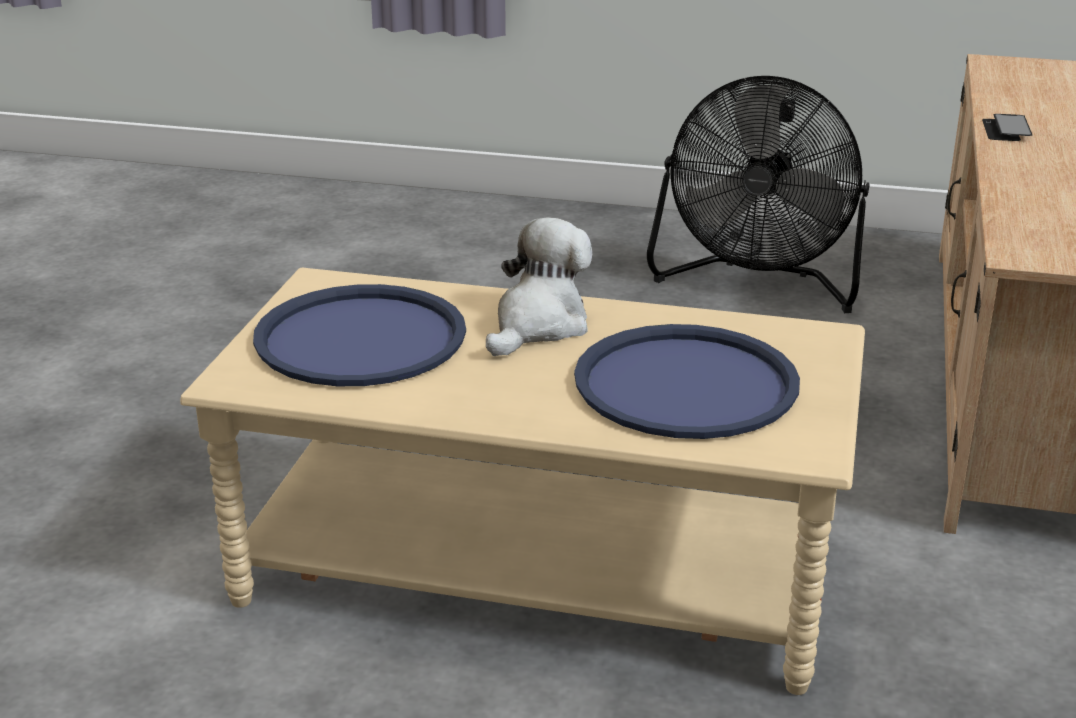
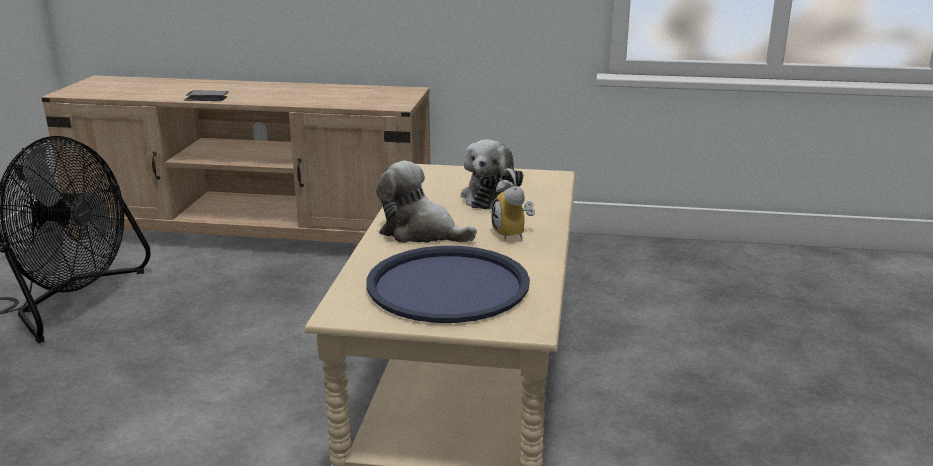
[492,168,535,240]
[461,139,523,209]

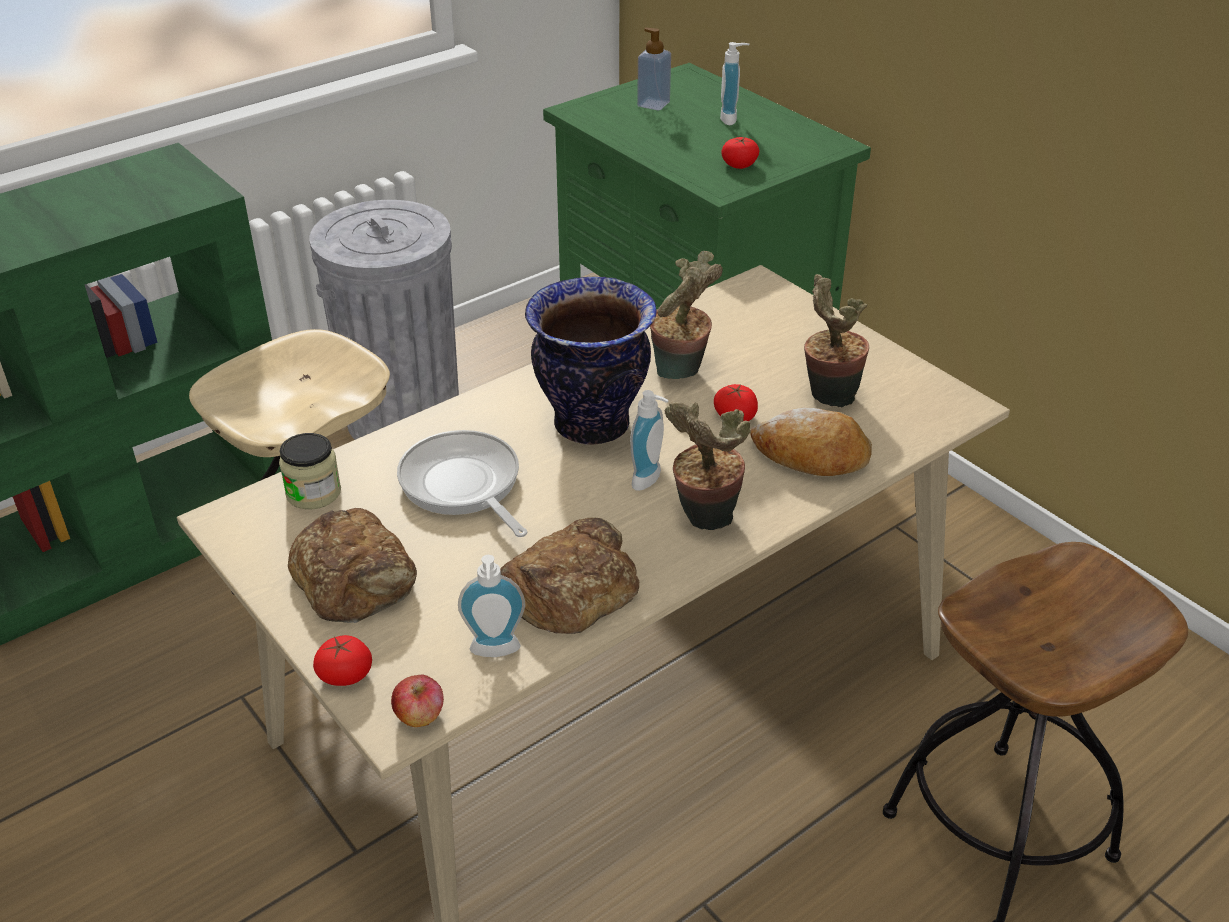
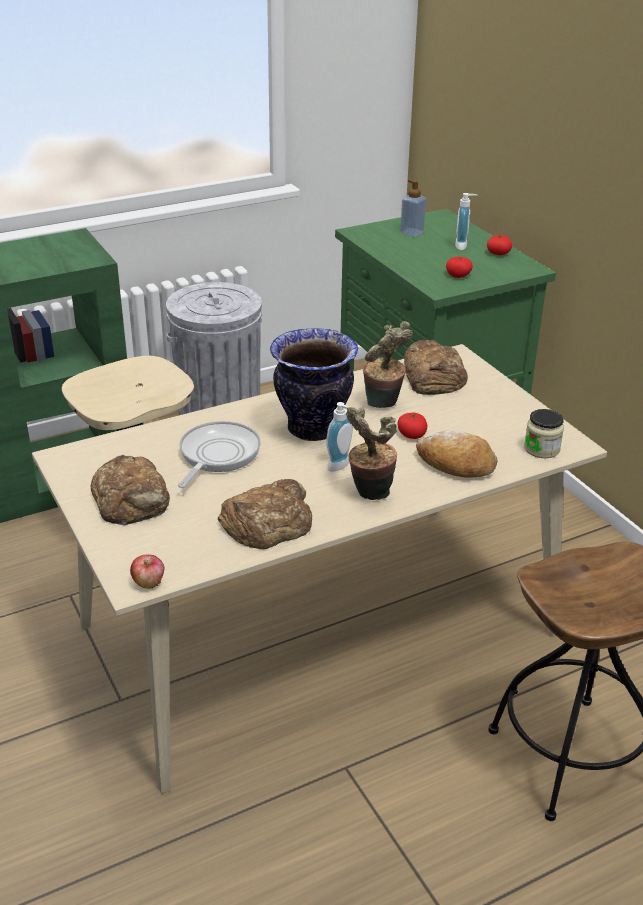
[458,555,525,657] (first image)
[804,274,869,407] (first image)
[404,340,468,395]
[524,409,564,458]
[487,235,512,255]
[178,421,261,488]

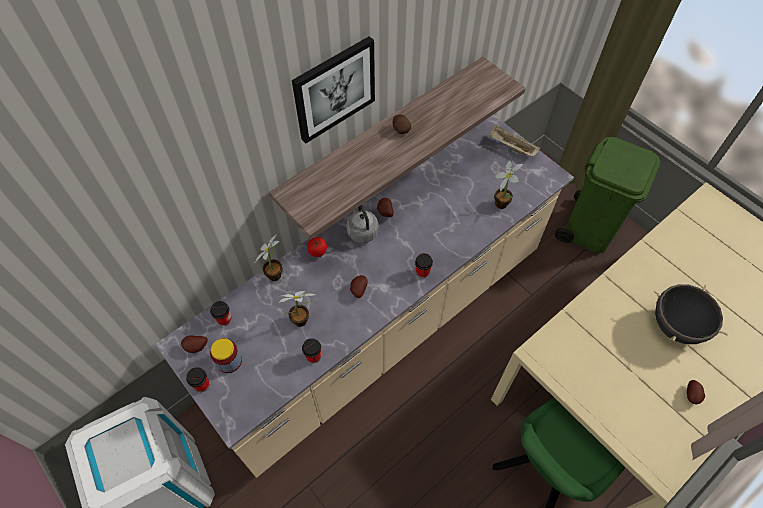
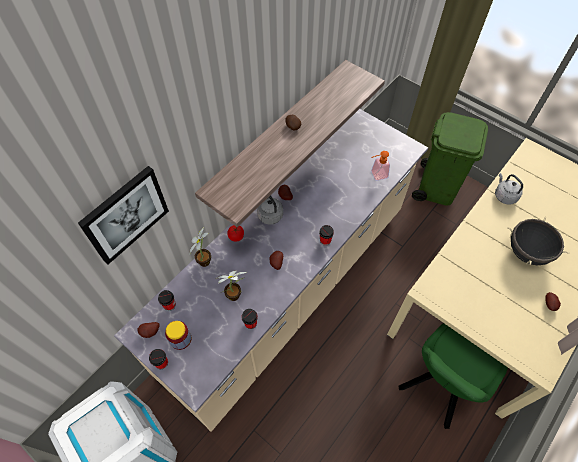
[490,125,540,156] (first image)
[495,173,523,205]
[78,166,169,264]
[371,151,390,181]

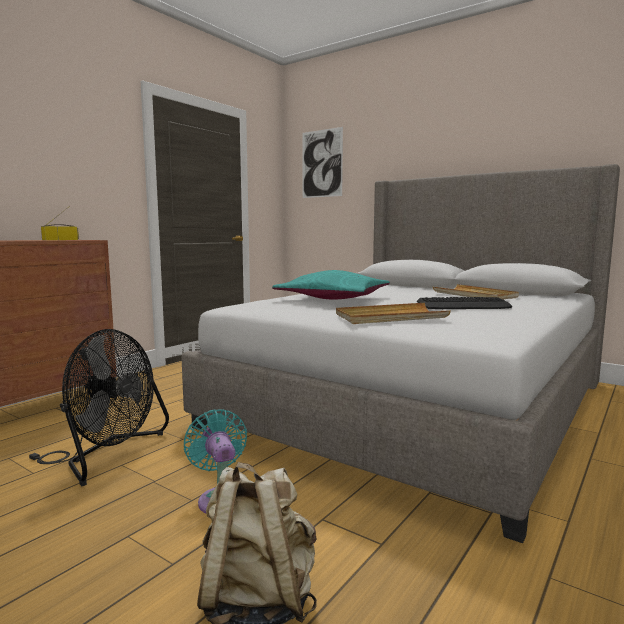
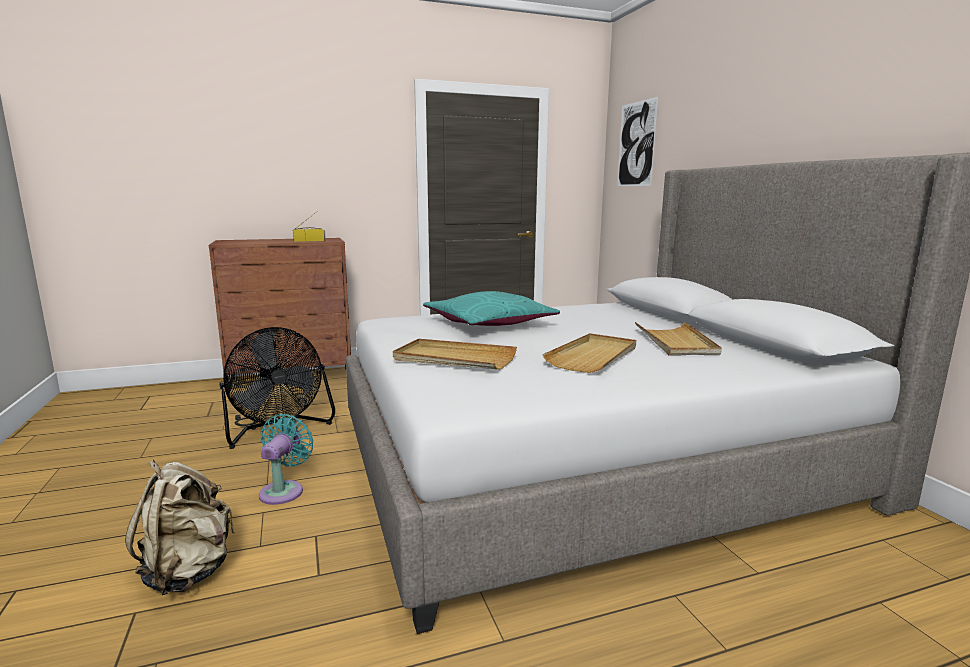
[542,333,636,373]

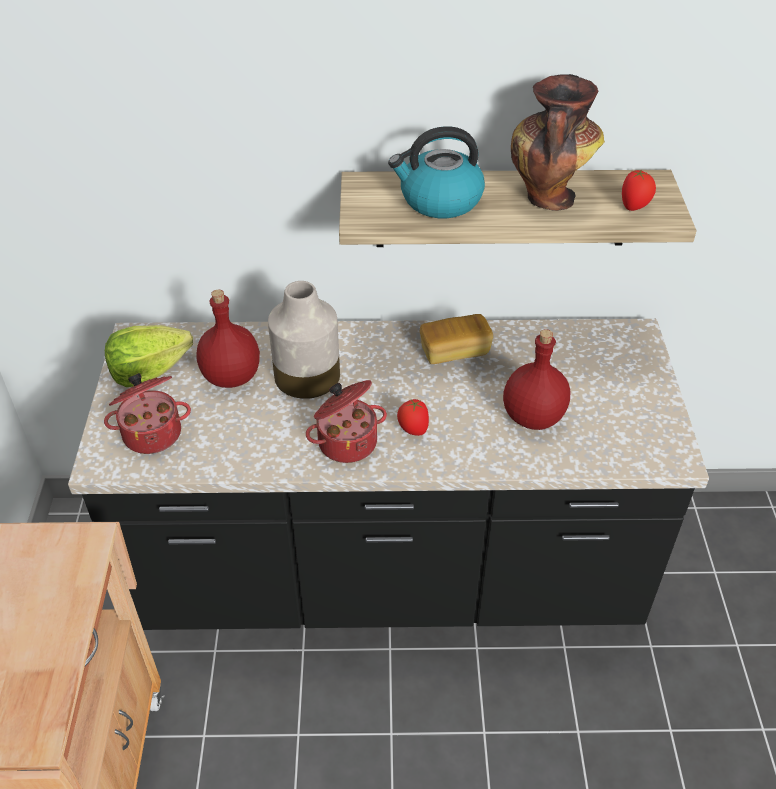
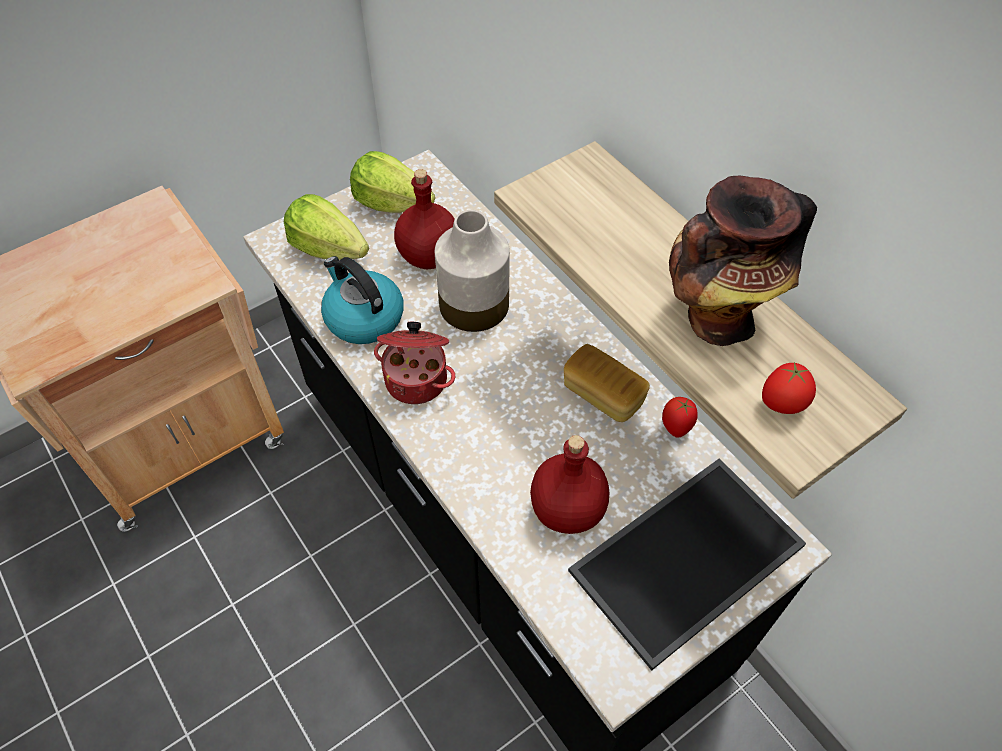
[568,458,806,671]
[321,256,404,344]
[662,397,698,438]
[284,194,369,260]

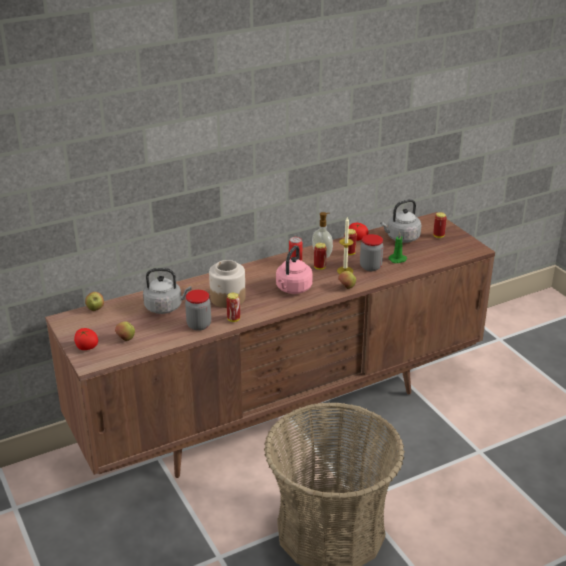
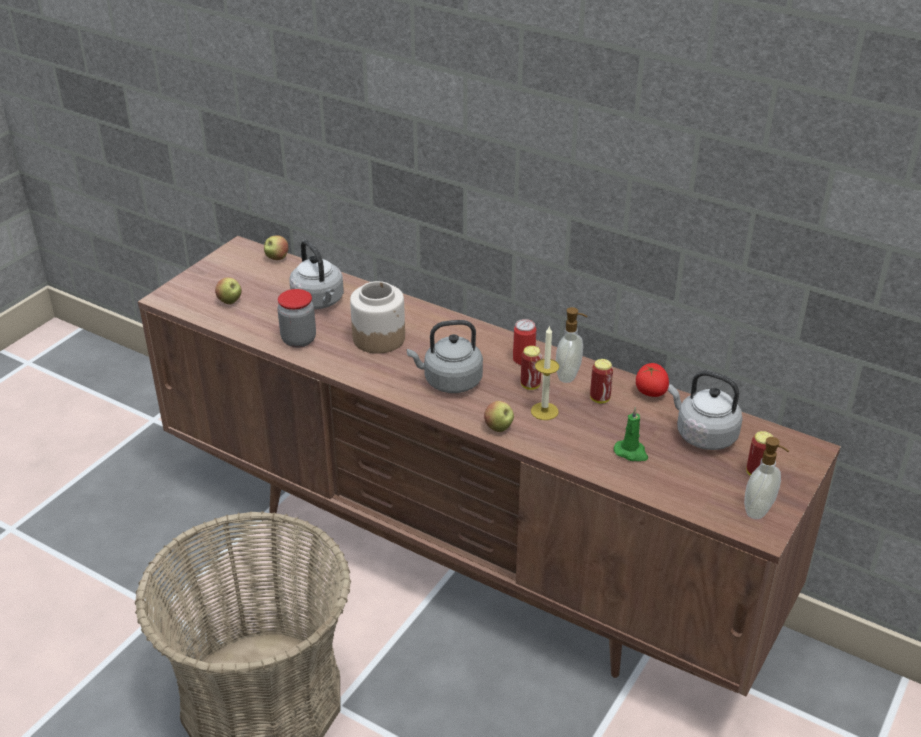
[74,328,98,350] (first image)
[227,293,240,322] (first image)
[360,234,384,271] (first image)
[744,437,789,519]
[407,320,483,393]

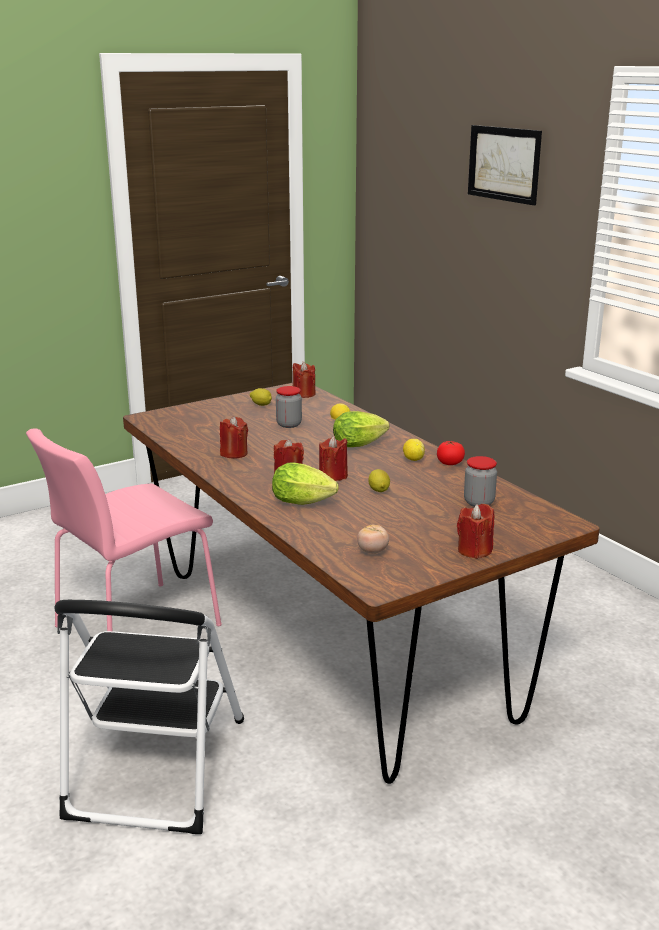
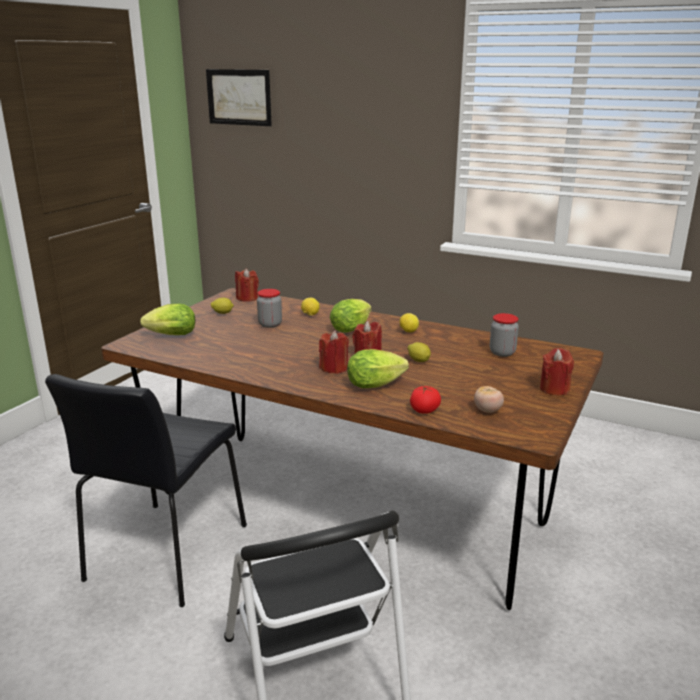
[220,416,248,458] (first image)
[140,304,195,335]
[410,386,441,414]
[206,69,272,126]
[45,374,247,607]

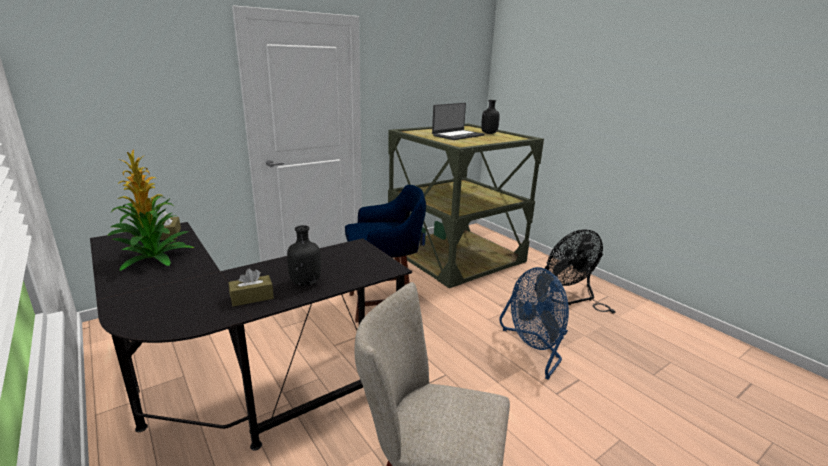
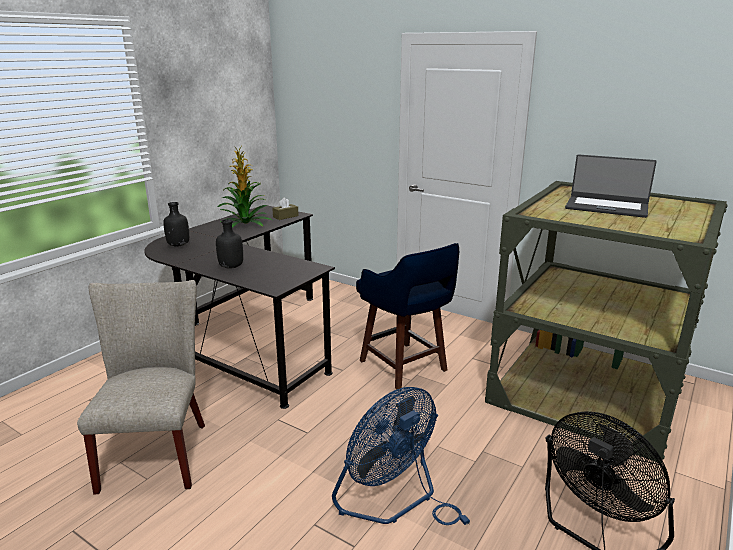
[229,269,274,306] (first image)
[164,202,189,247]

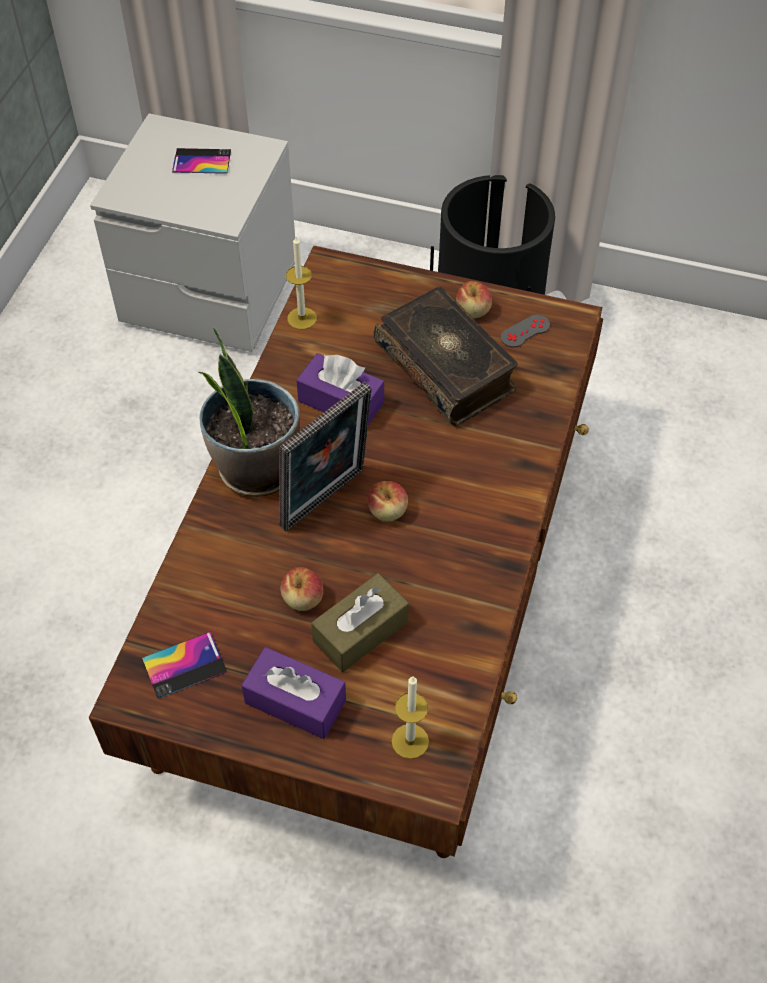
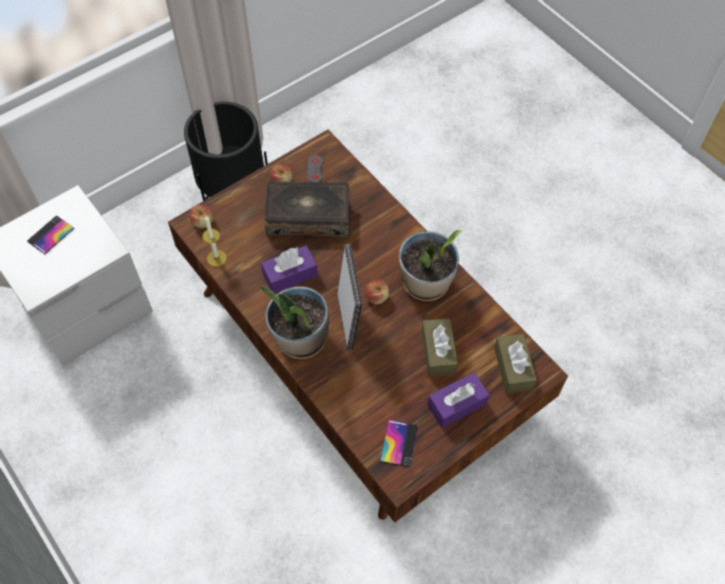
[399,230,462,301]
[189,205,213,228]
[494,334,537,394]

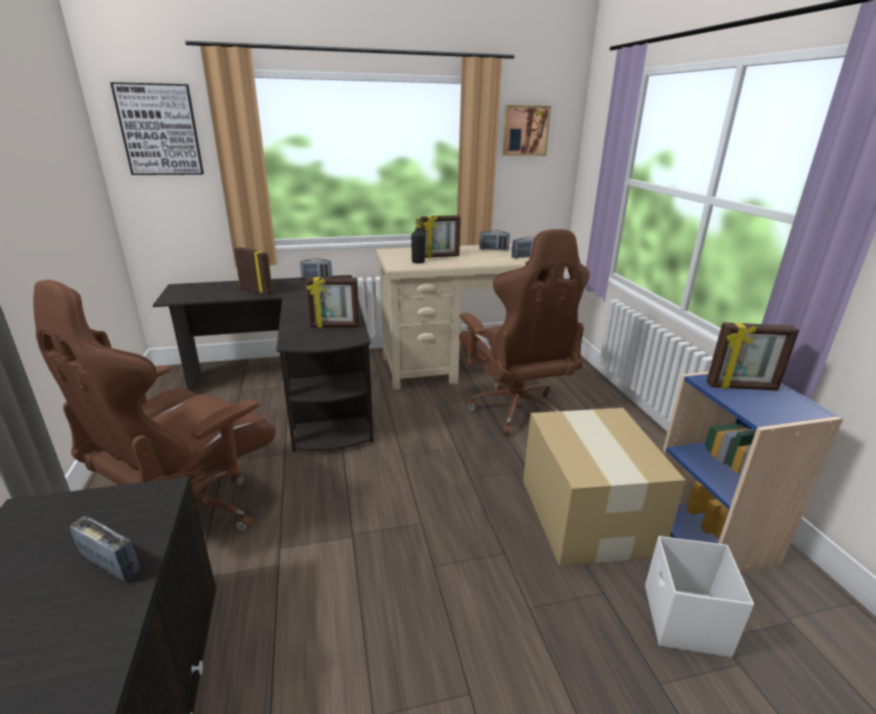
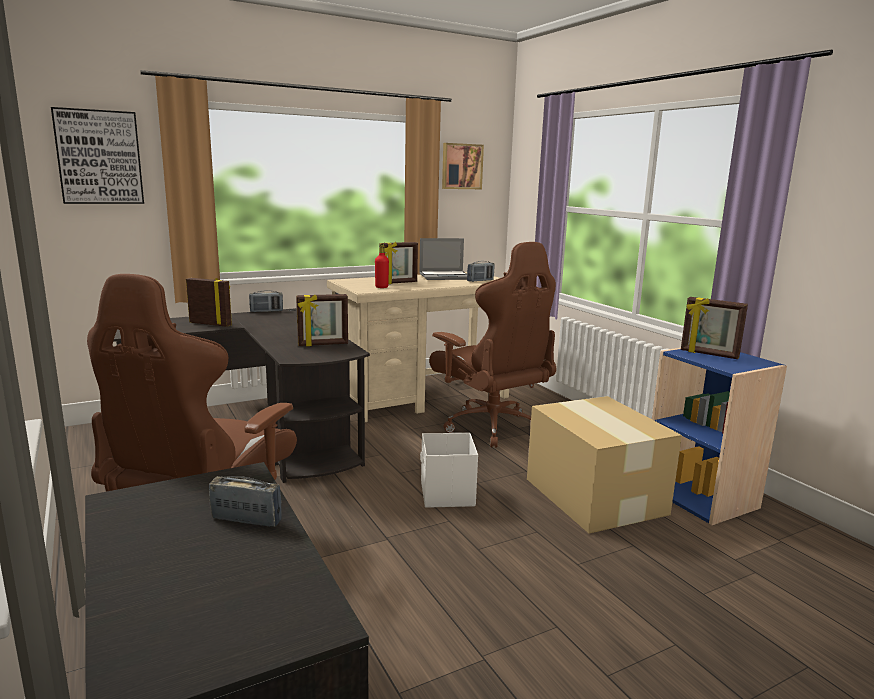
[420,433,478,508]
[419,238,467,280]
[375,243,389,288]
[681,297,748,359]

